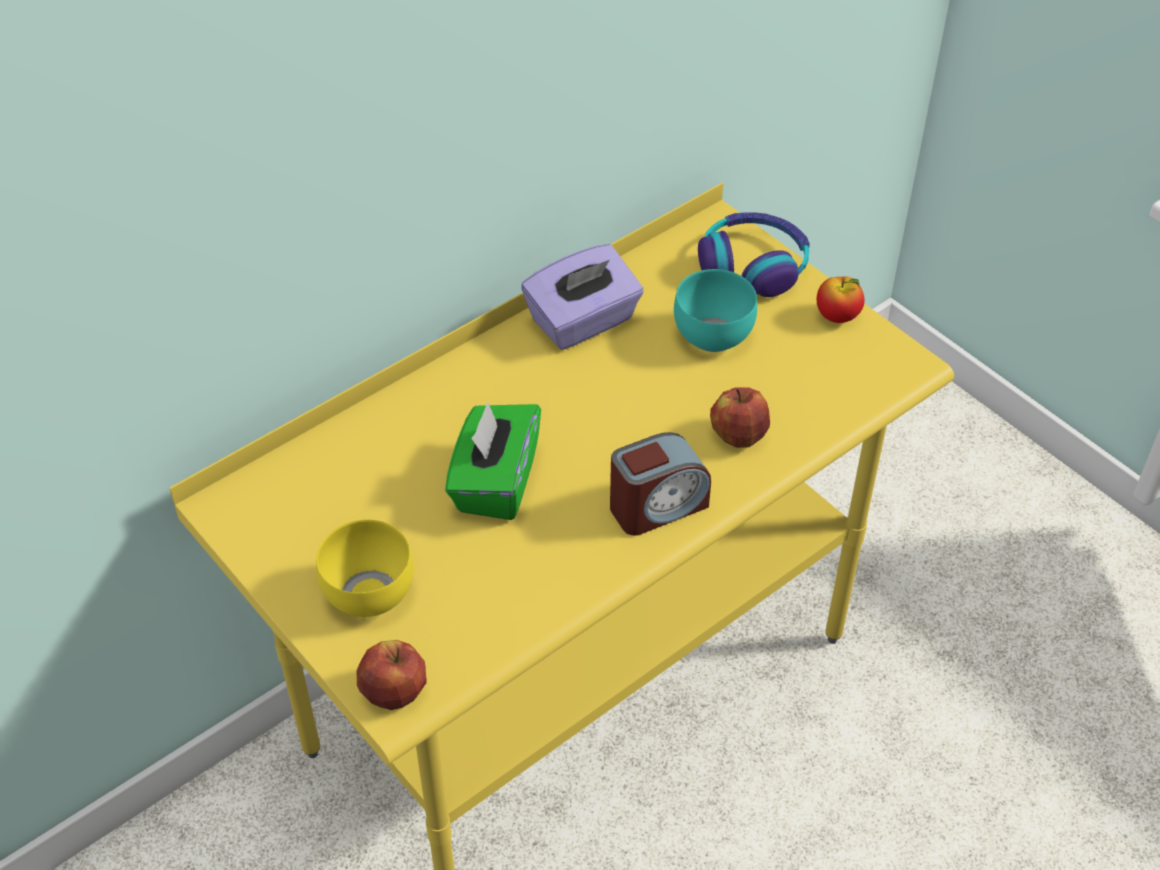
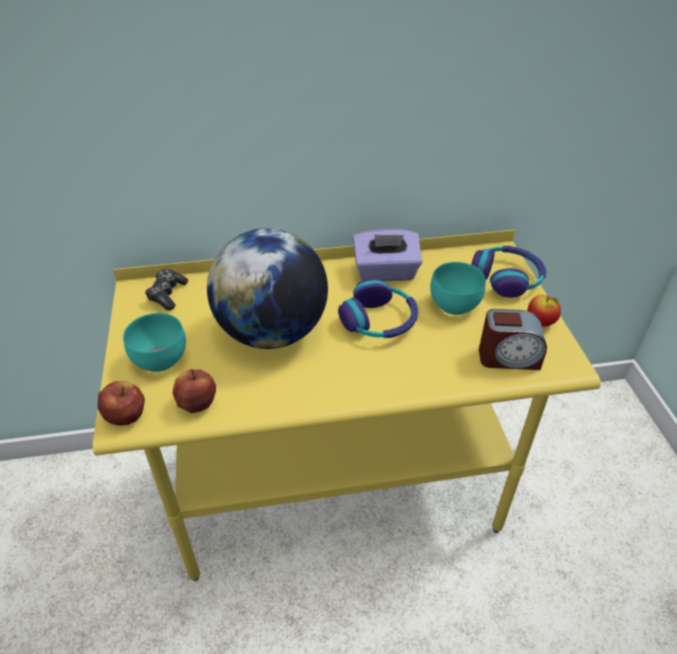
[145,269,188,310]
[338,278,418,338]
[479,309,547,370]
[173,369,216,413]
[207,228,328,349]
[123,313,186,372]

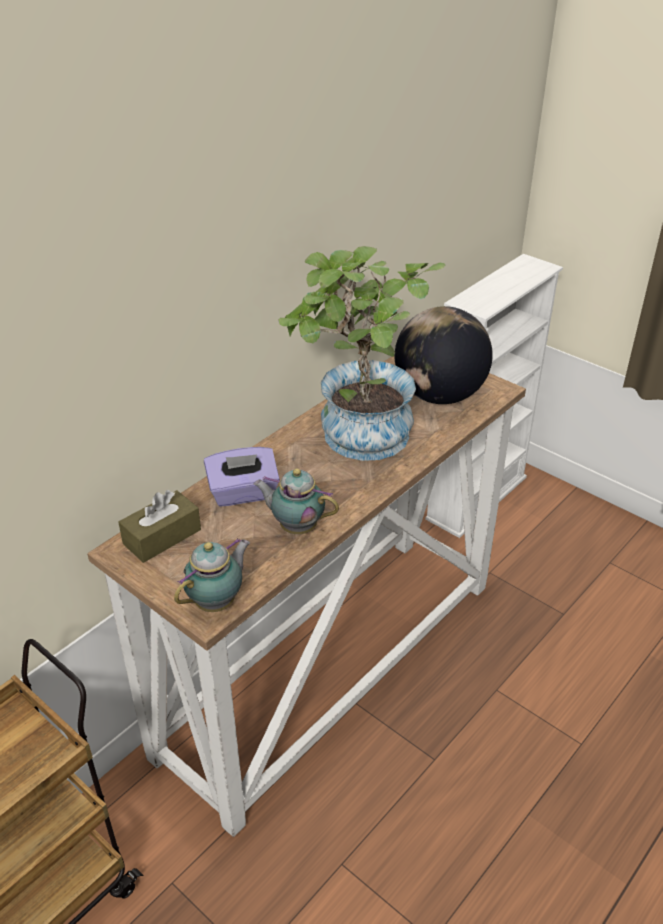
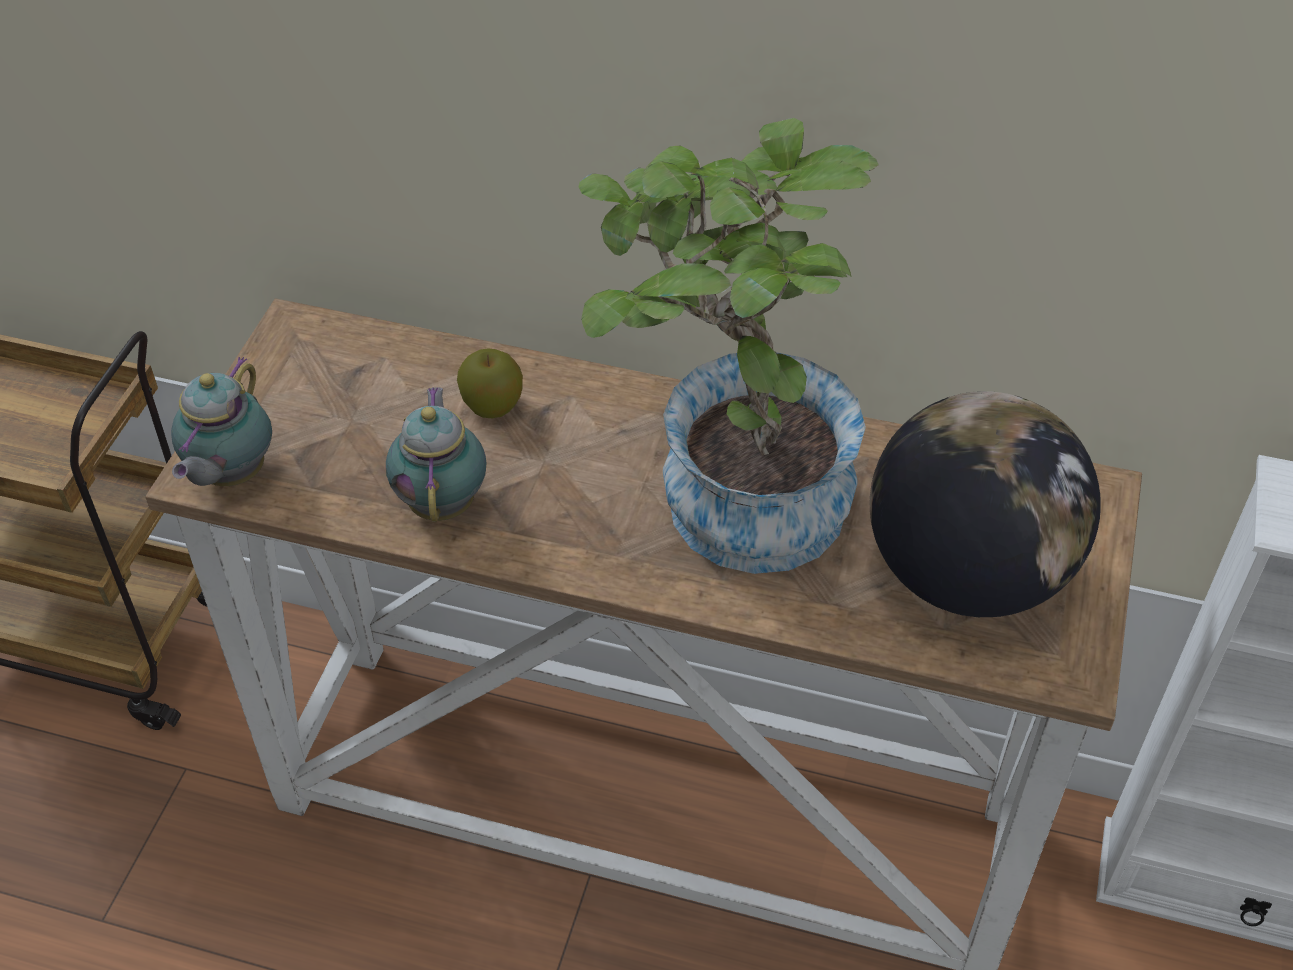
[118,490,201,563] (first image)
[457,348,523,418]
[171,357,272,486]

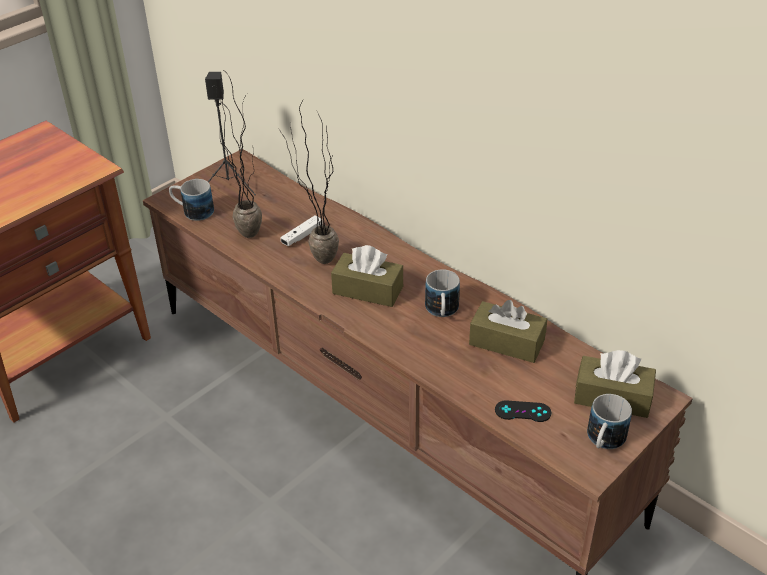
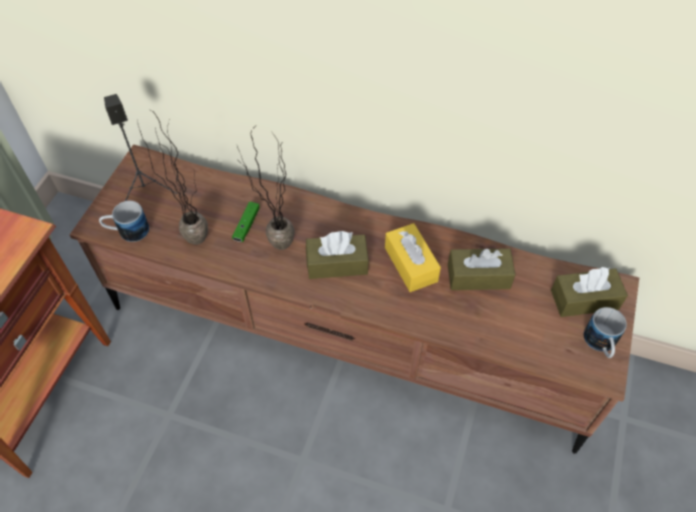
[495,400,551,422] (first image)
[385,223,441,292]
[232,202,260,242]

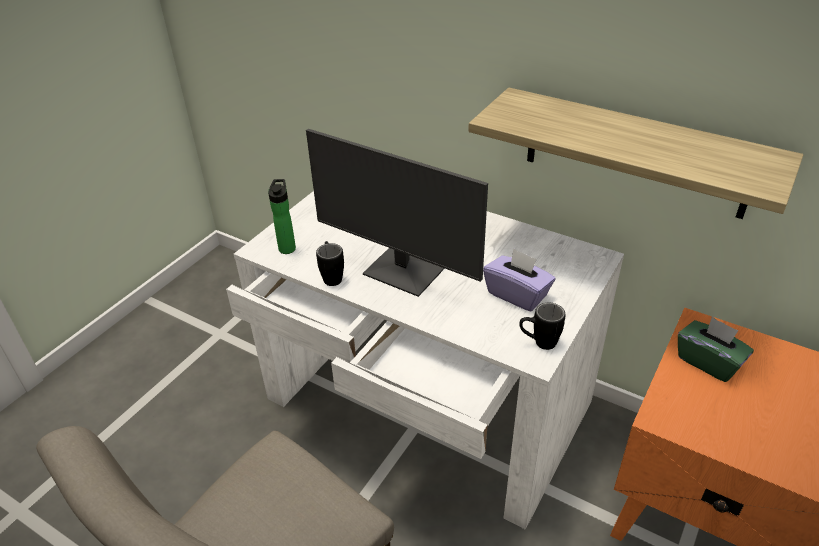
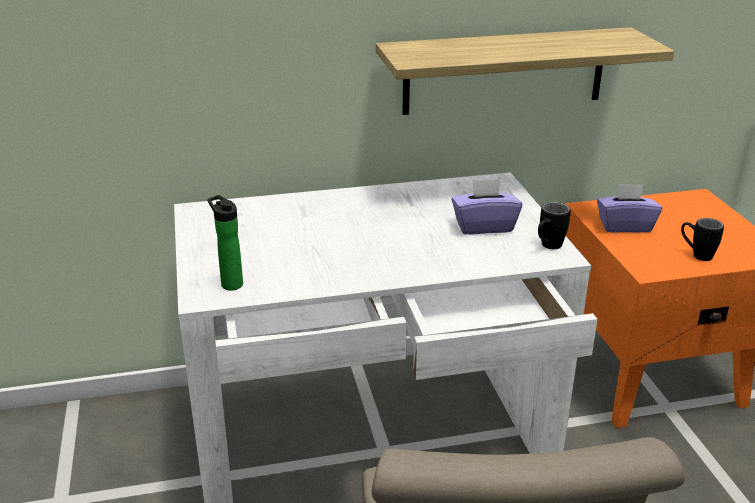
[306,129,488,297] (first image)
[681,218,724,261]
[597,184,662,233]

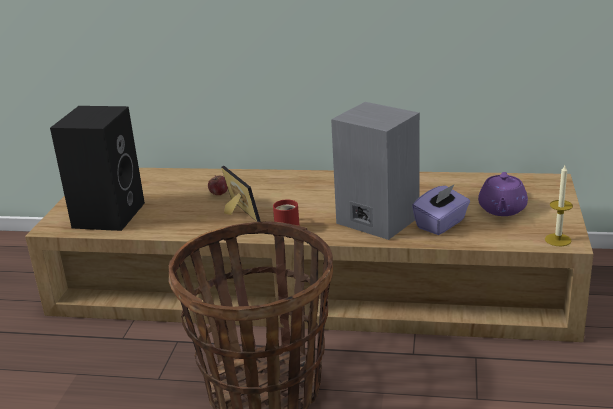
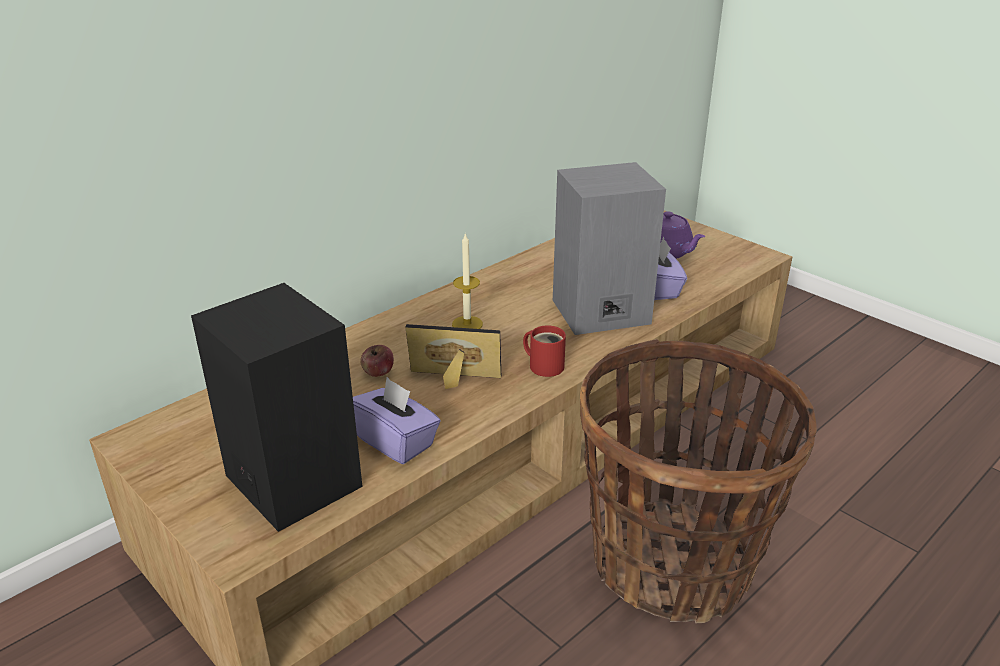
[353,377,441,464]
[452,233,483,329]

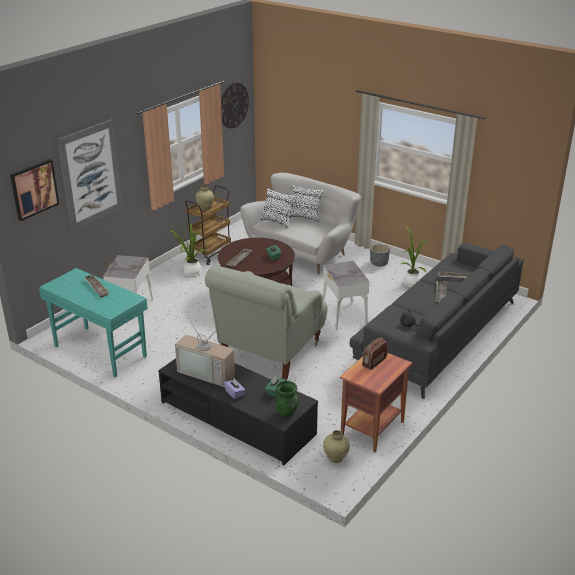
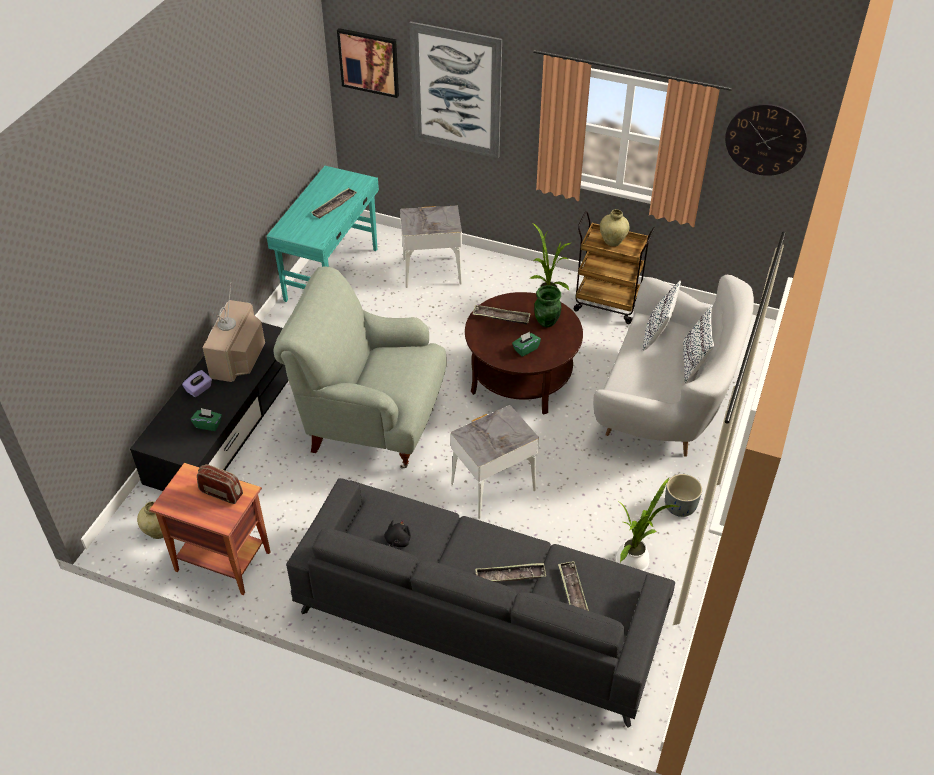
[534,285,561,327]

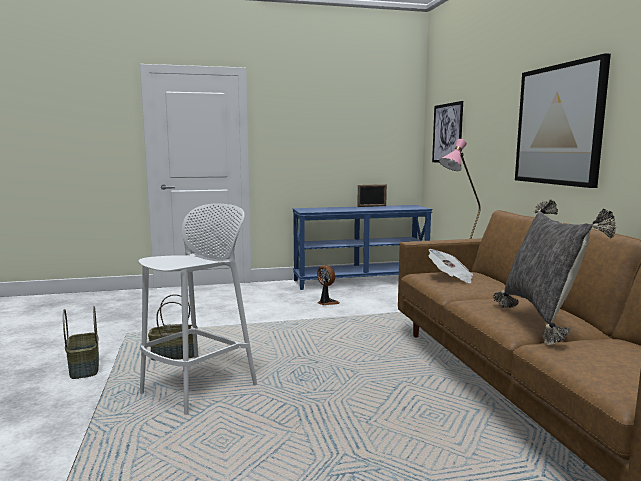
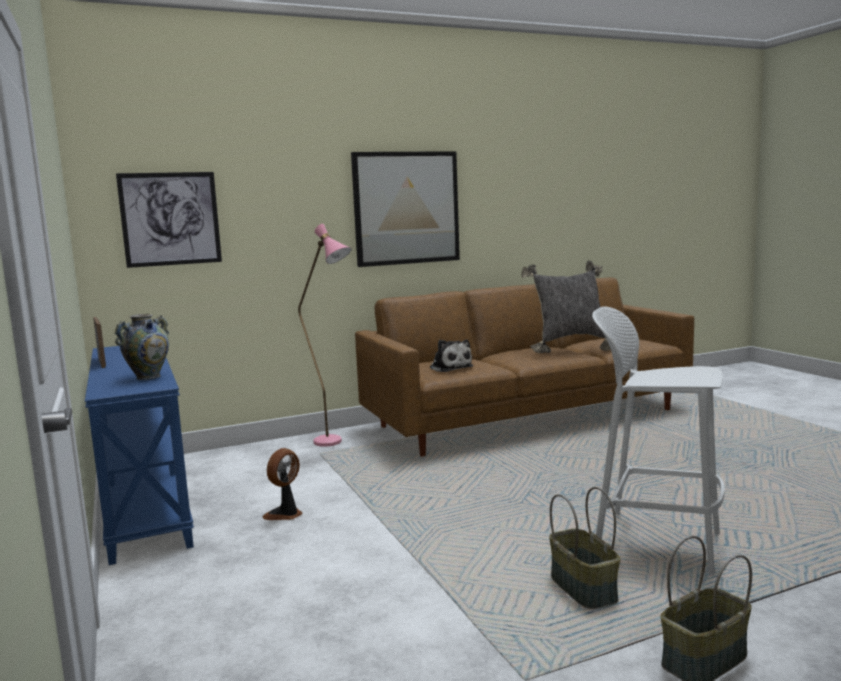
[114,314,169,380]
[430,339,473,372]

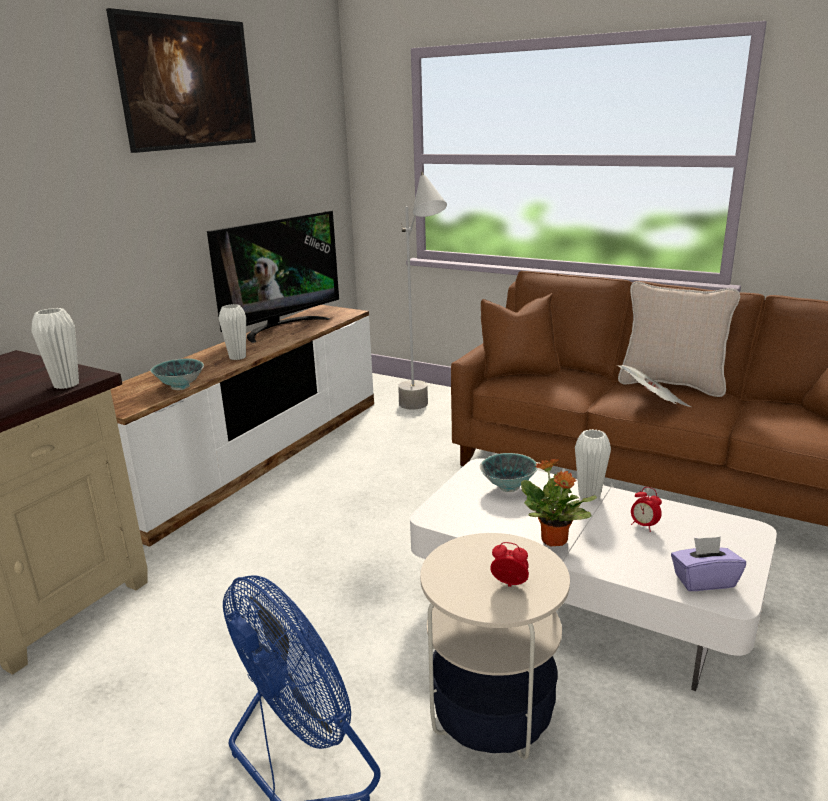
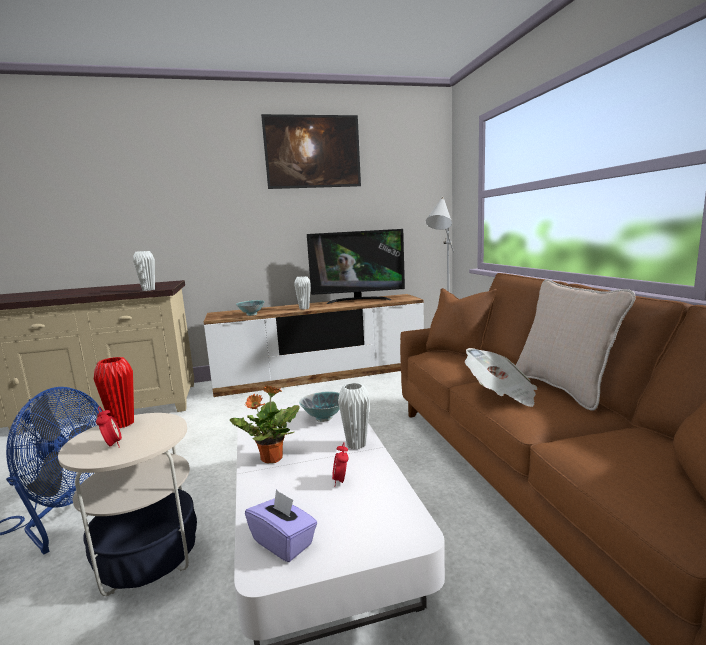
[94,357,134,428]

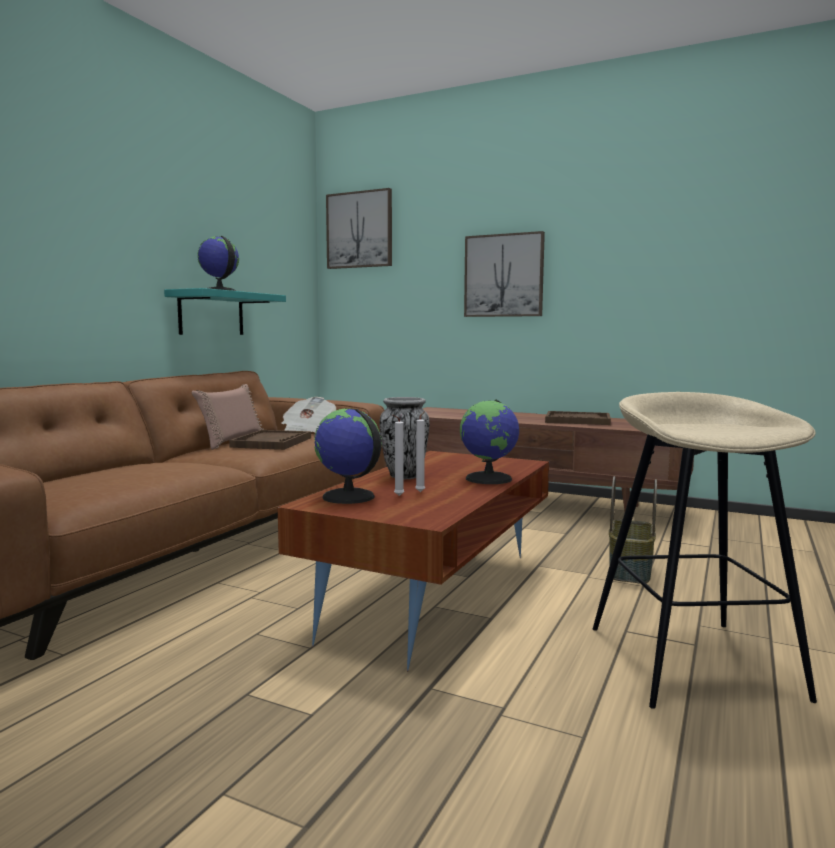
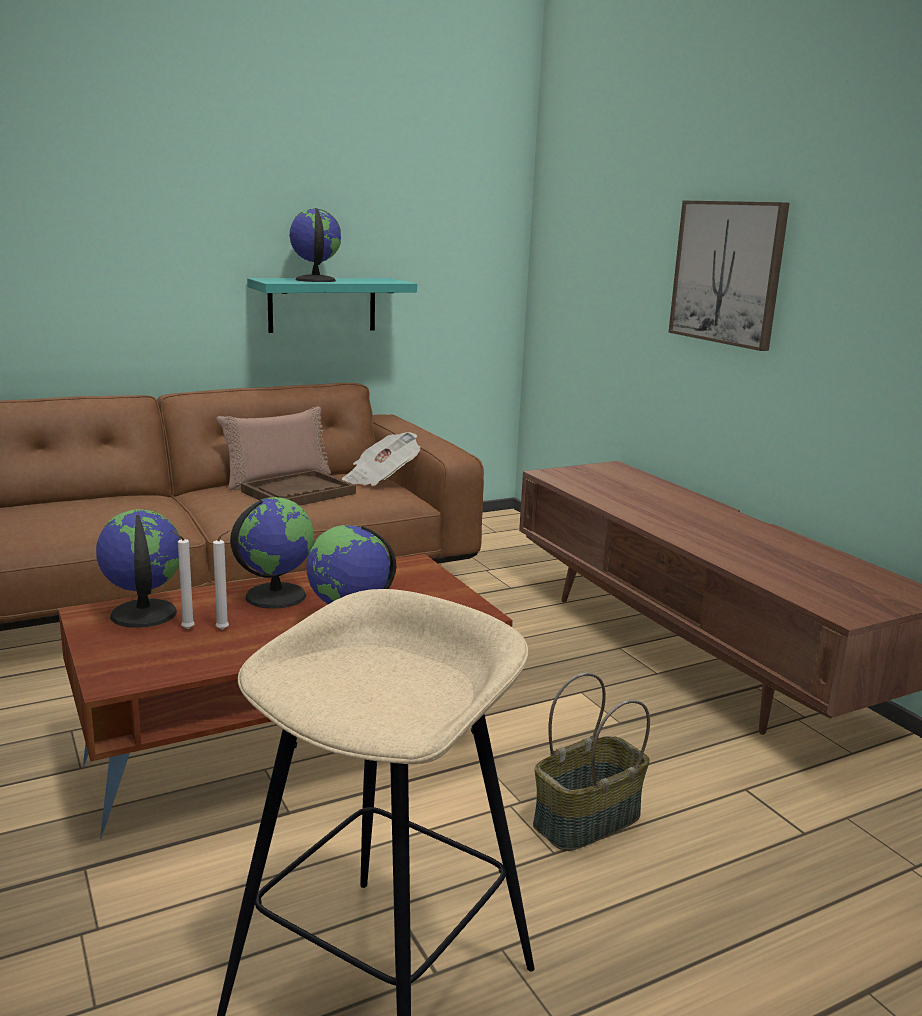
[326,188,392,269] (first image)
[545,411,611,425] (first image)
[230,497,314,609]

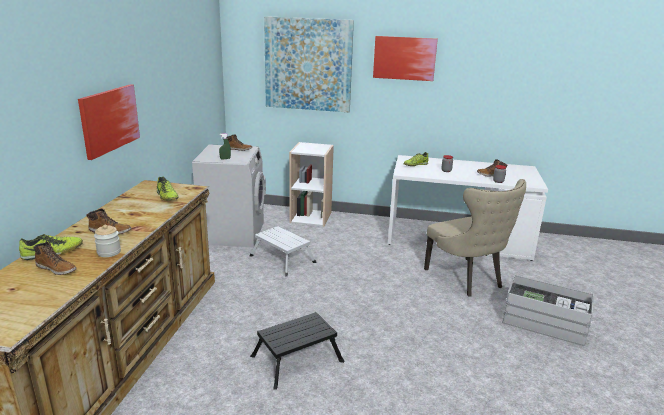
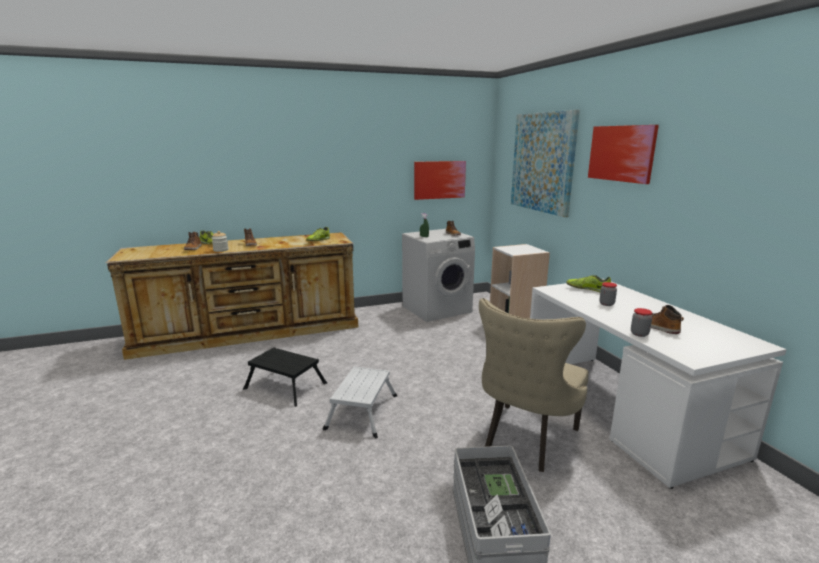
[414,161,466,200]
[323,366,397,439]

